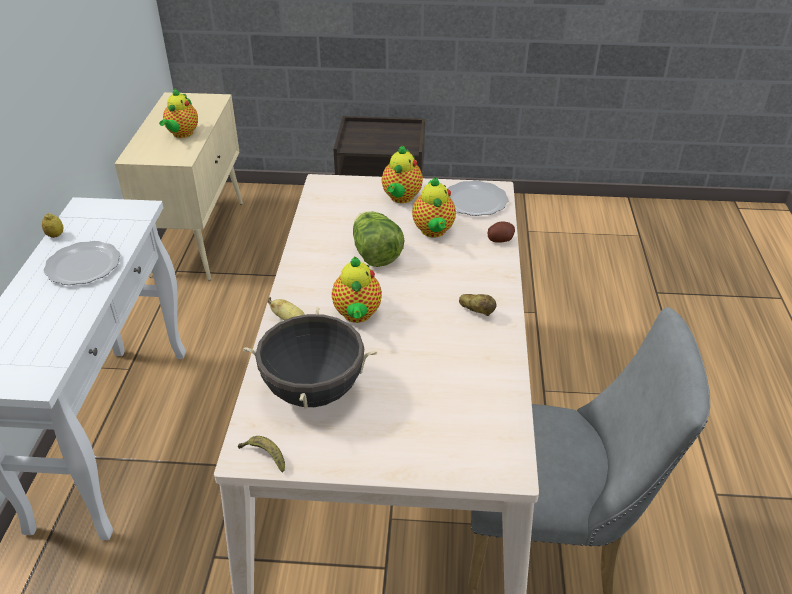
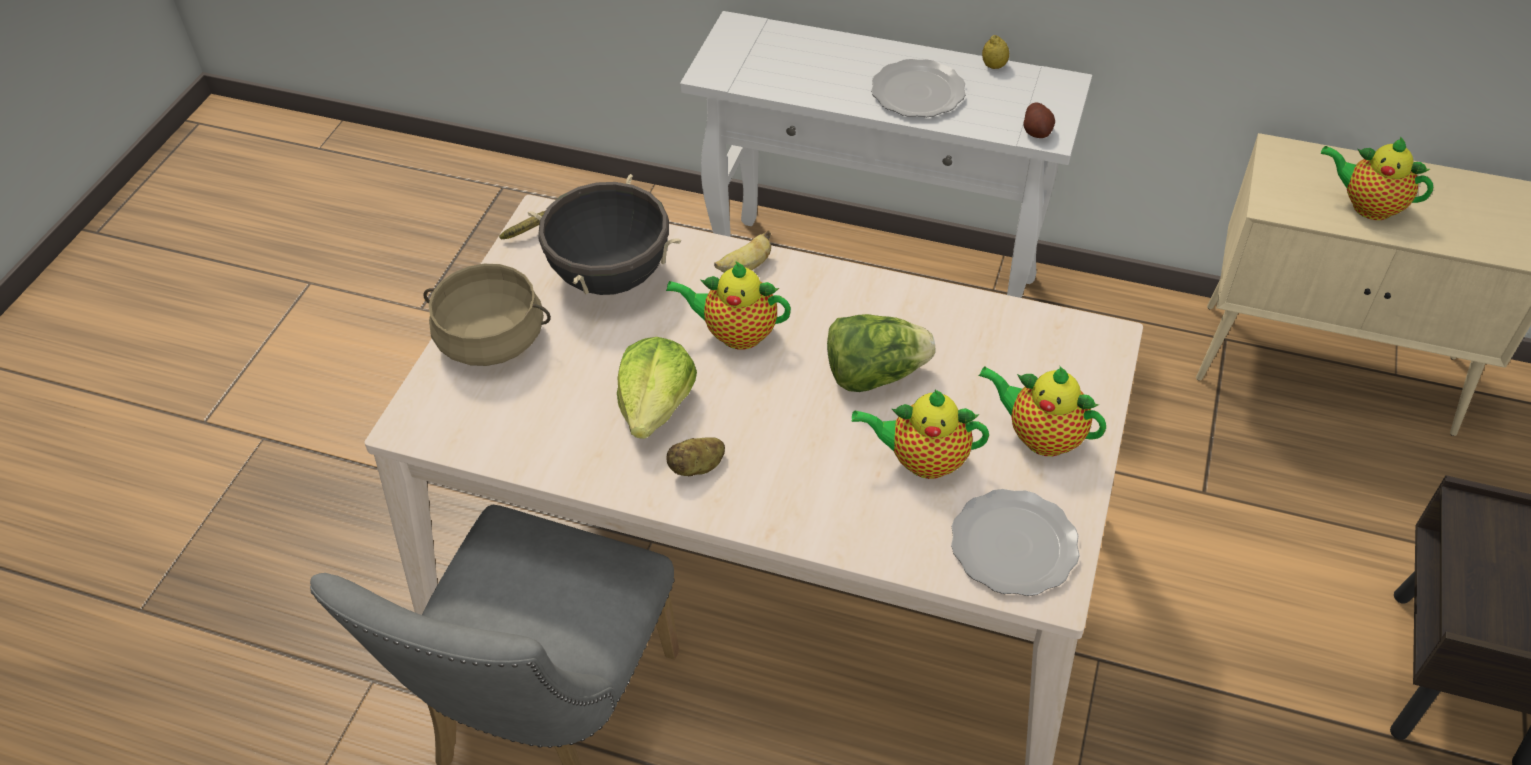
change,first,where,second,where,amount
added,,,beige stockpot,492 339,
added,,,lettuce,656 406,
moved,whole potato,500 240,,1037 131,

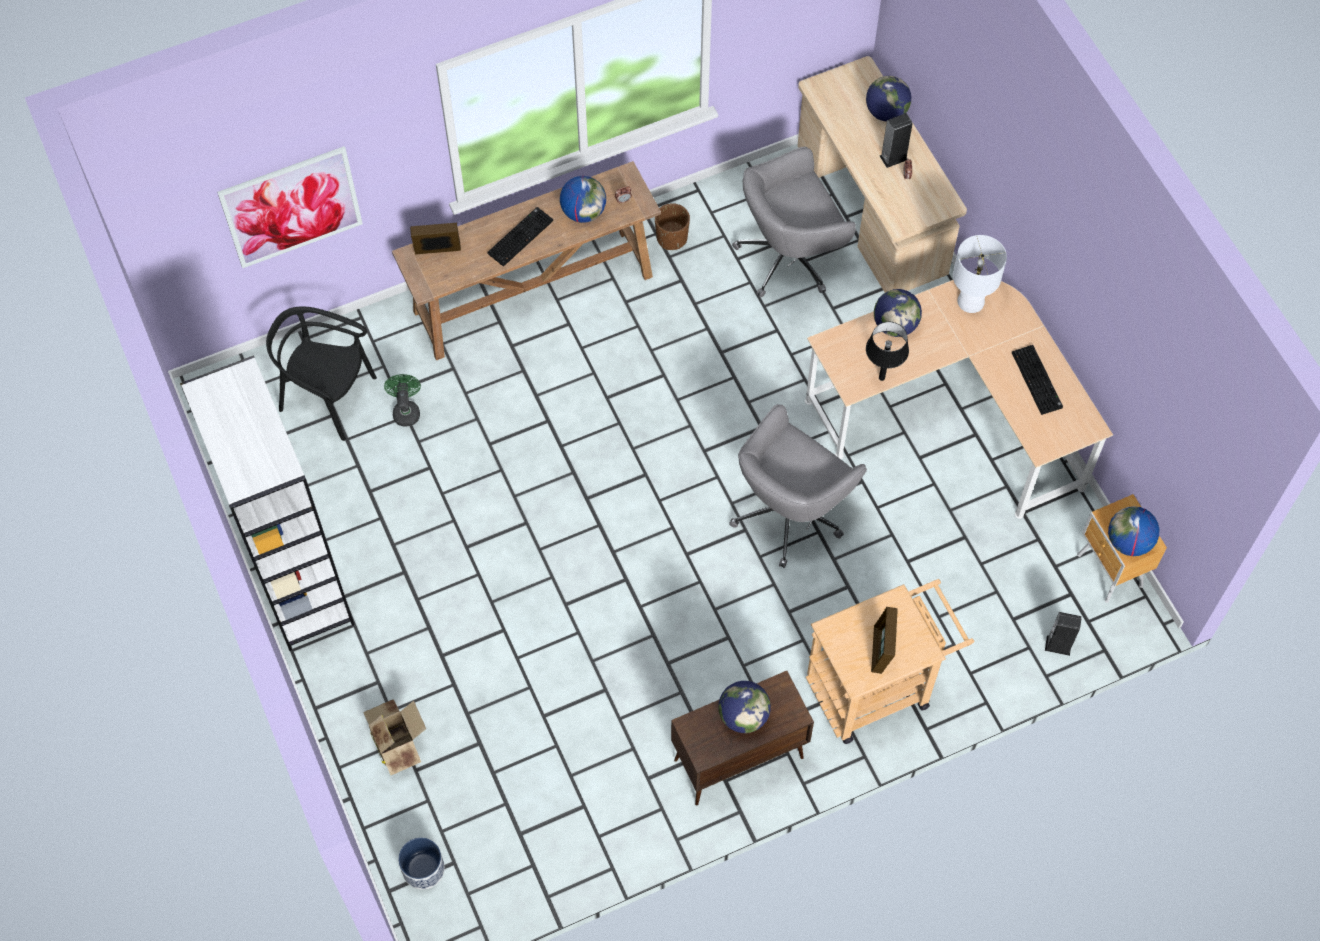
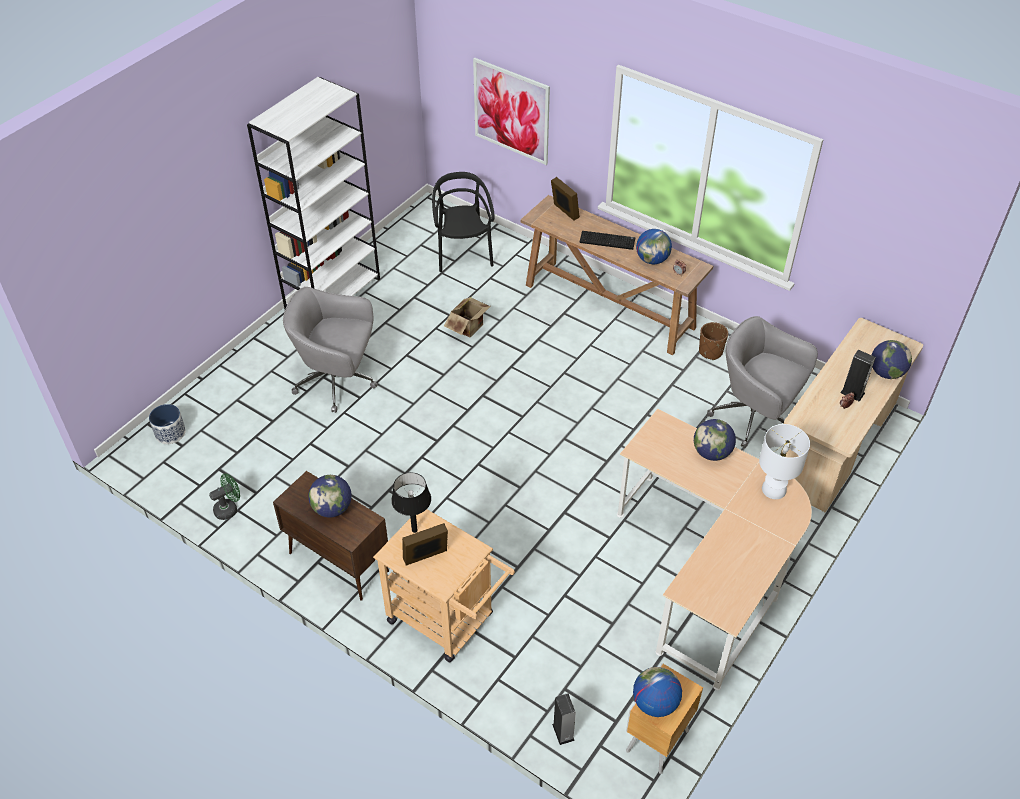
change,first,where,second,where,amount
moved,greenish cooling fan,406 410,,229 508,
moved,gray office chair,790 512,,338 381,
moved,black-coloured lamp for a table,882 378,,414 530,
moved,packing box,397 742,,470 328,
removed,computer keyboard,1038 380,,,

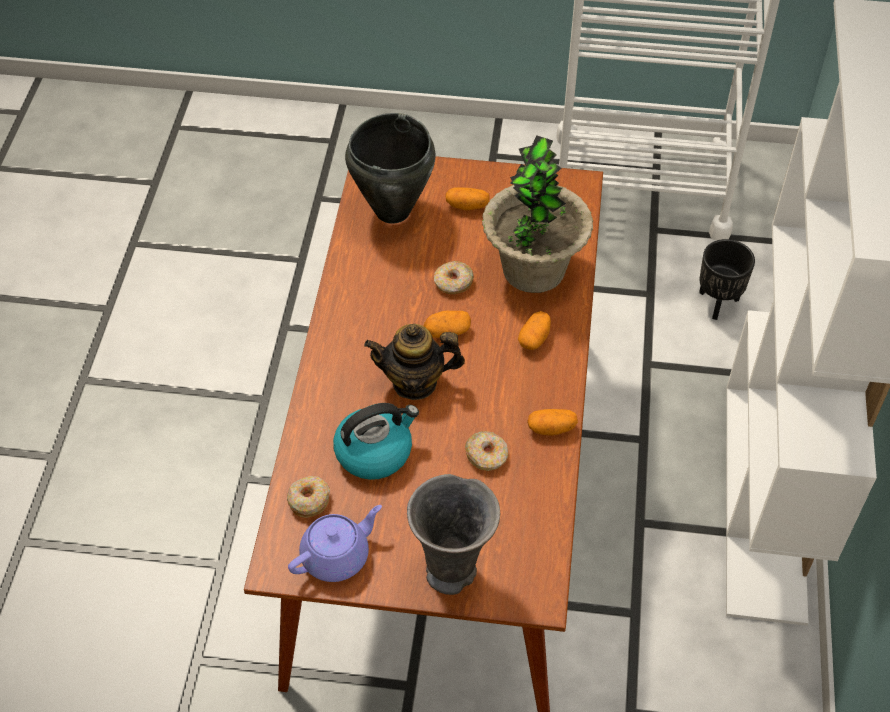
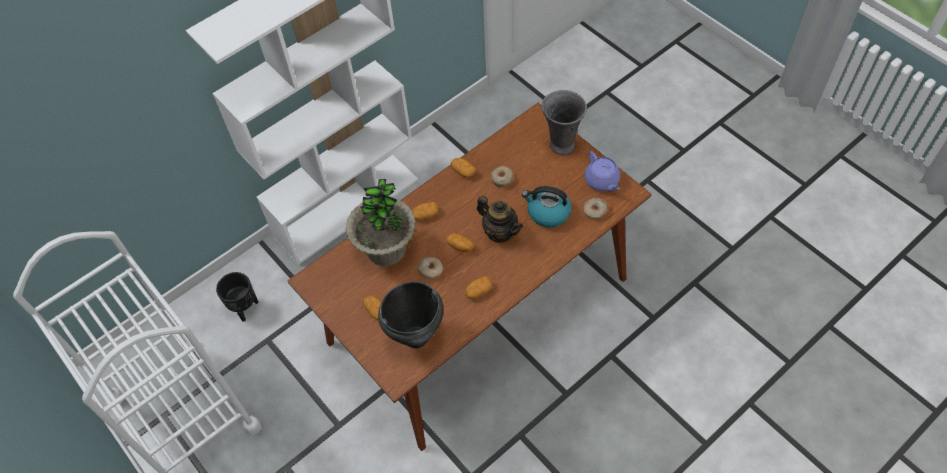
change,first,where,second,where,amount
added,,,whole potato,478 291,
turned,purplish pot for tea,337 556,,602 181,120 degrees counterclockwise

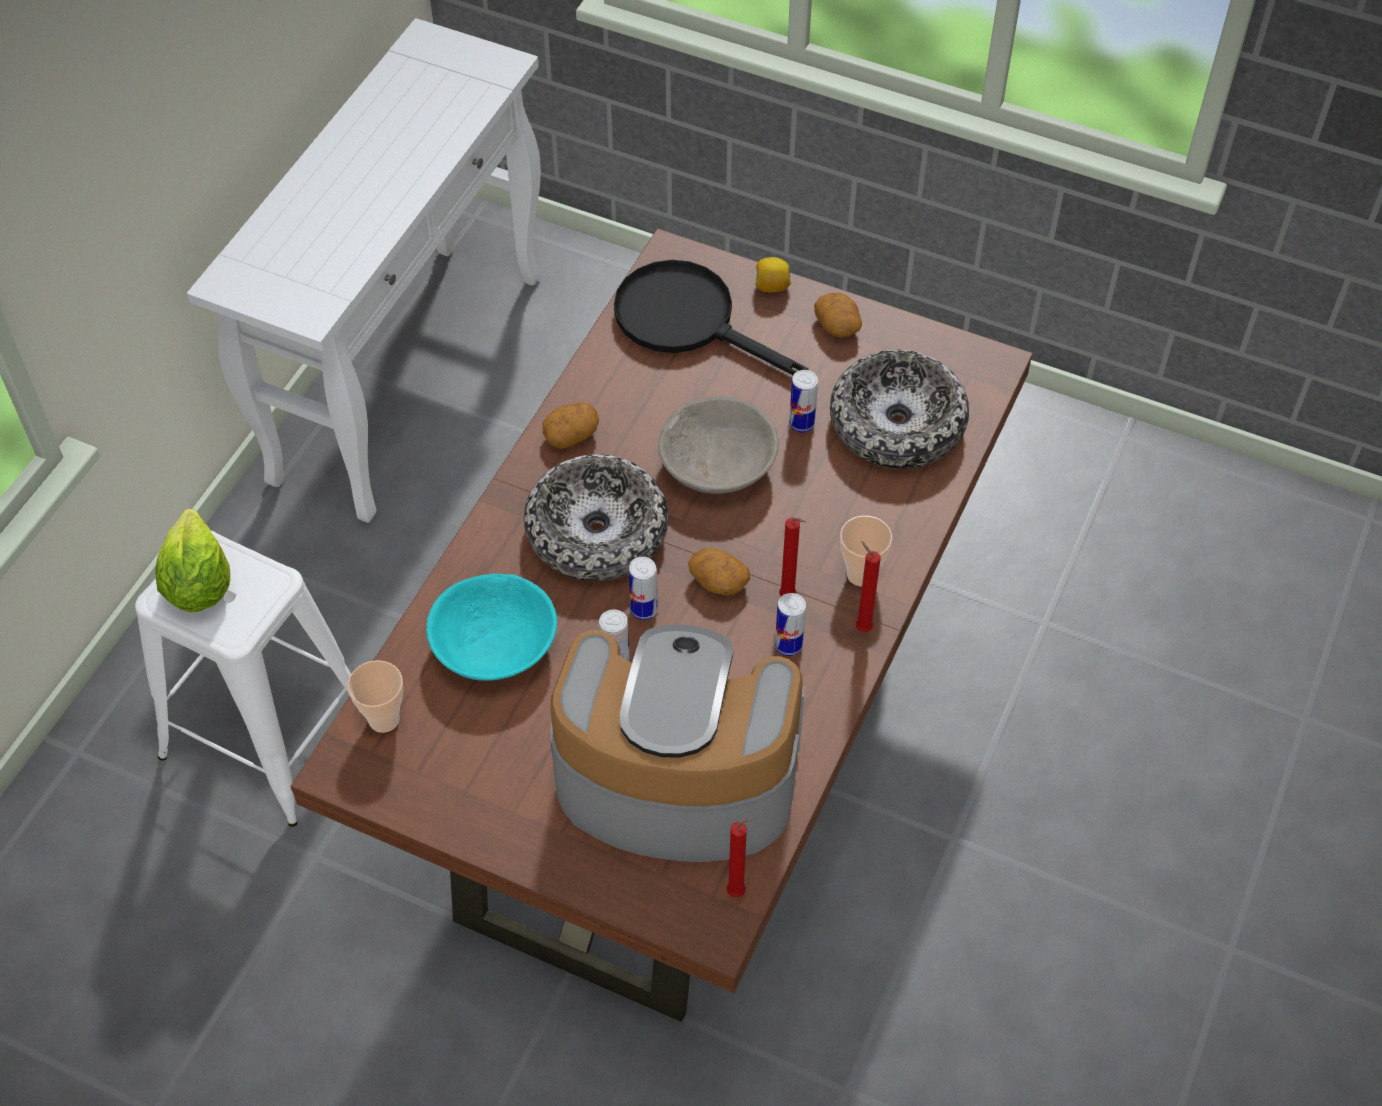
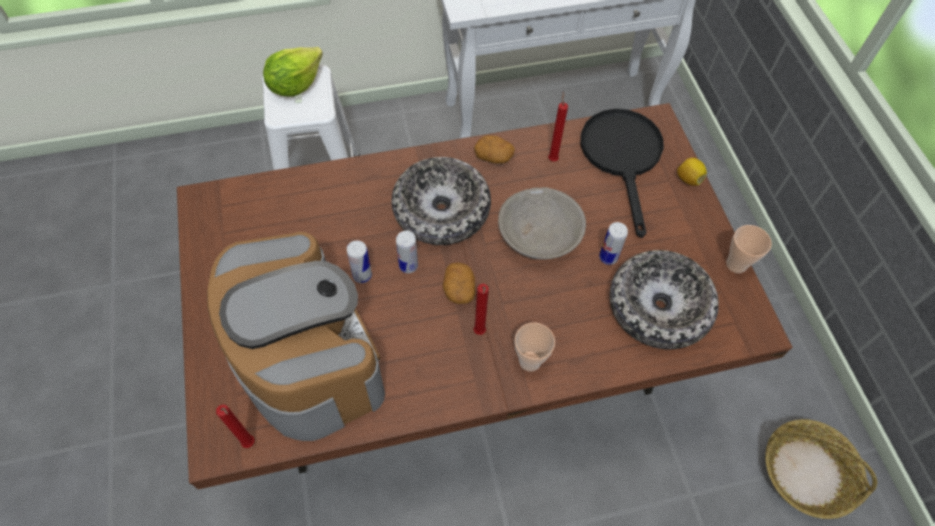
change,first,where,second,where,amount
moved,reddish wax candle,861 627,,552 158,
moved,small cup,384 719,,736 264,
added,,,storage basket,807 472,
removed,turquoise-coloured serving bowl,494 645,,,
removed,metal can,788 645,,,
removed,whole potato,838 326,,,

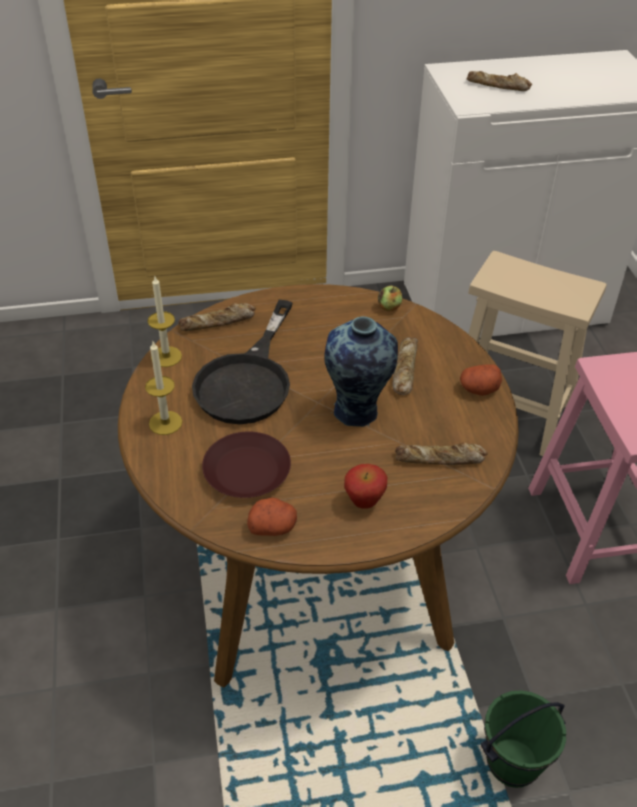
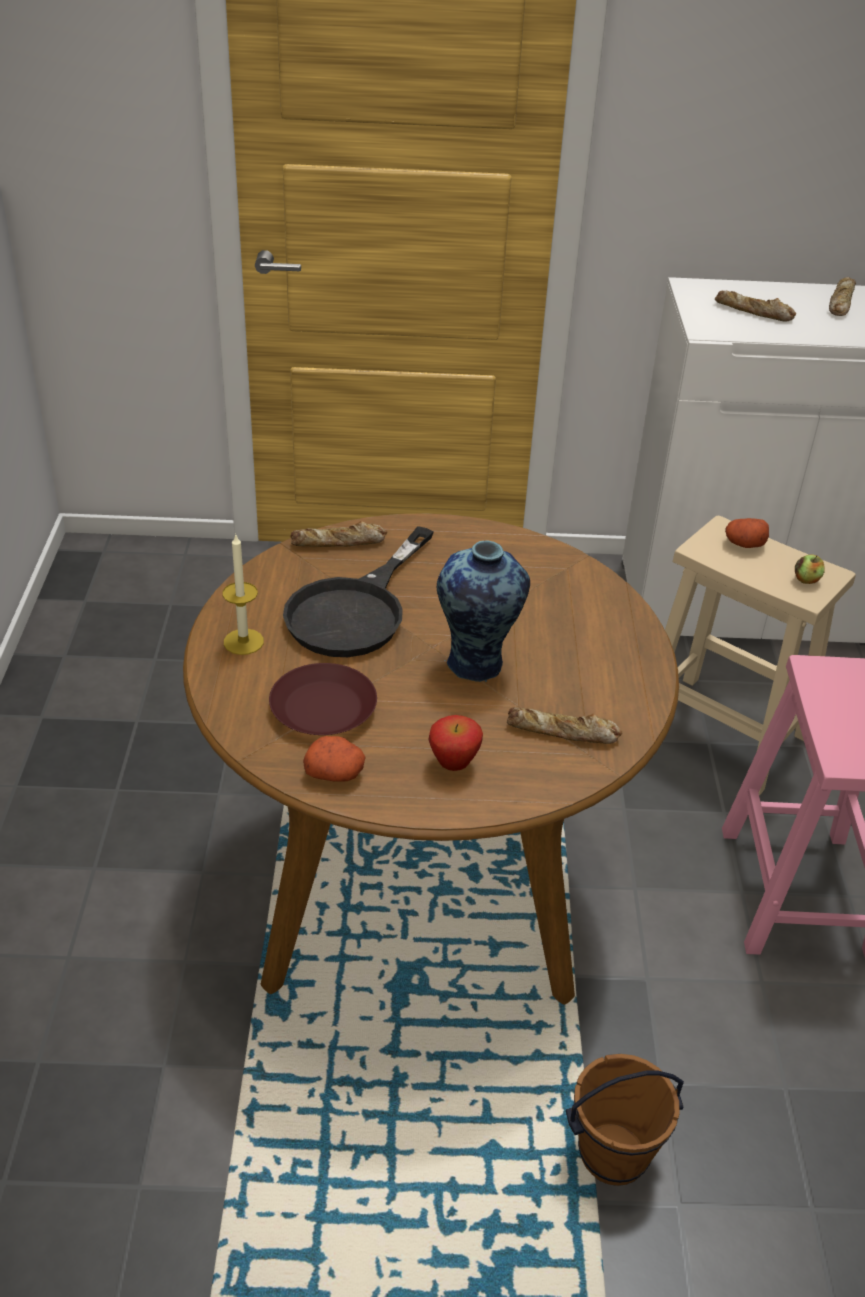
change,first,where,second,where,amount
recoloured,greenish bucket,513 763,brown-coloured bucket,613 1155,
moved,whole potato,479 389,,744 544,
moved,apple fruit,389 307,,806 580,
moved,bread,404 369,,840 302,
removed,wax candle,166 356,,,

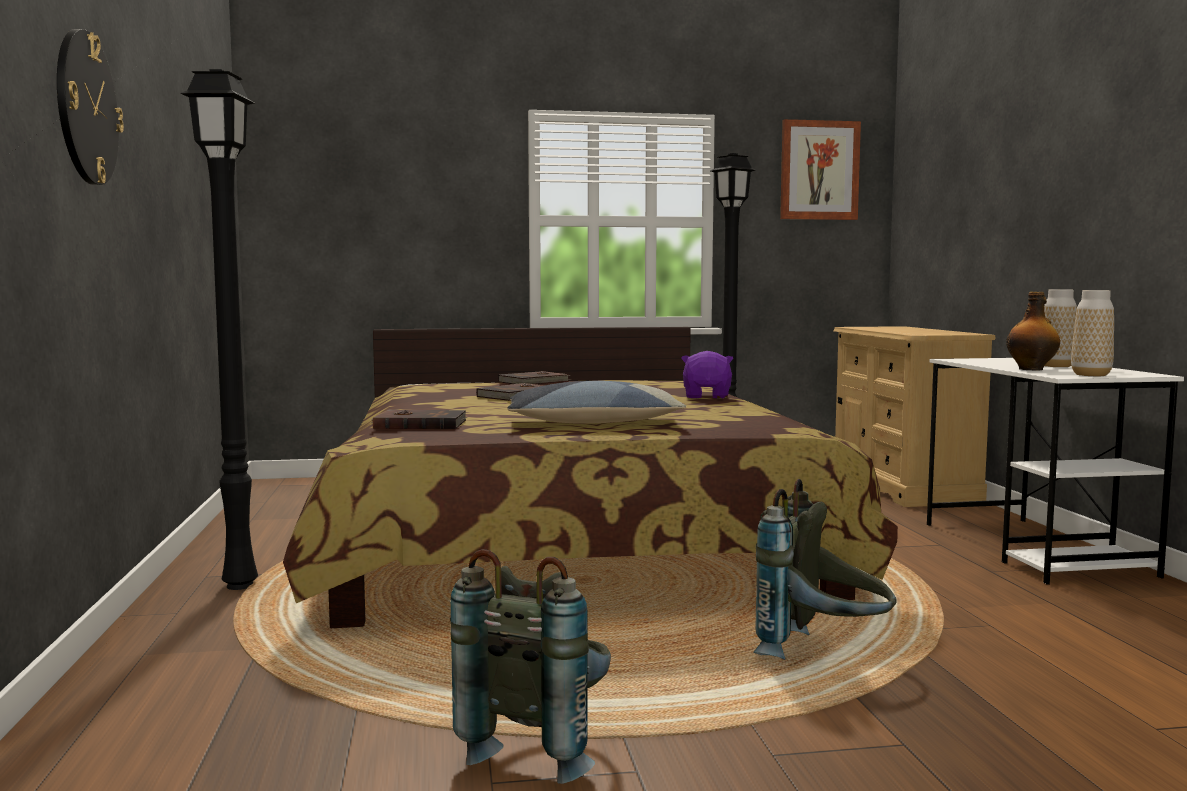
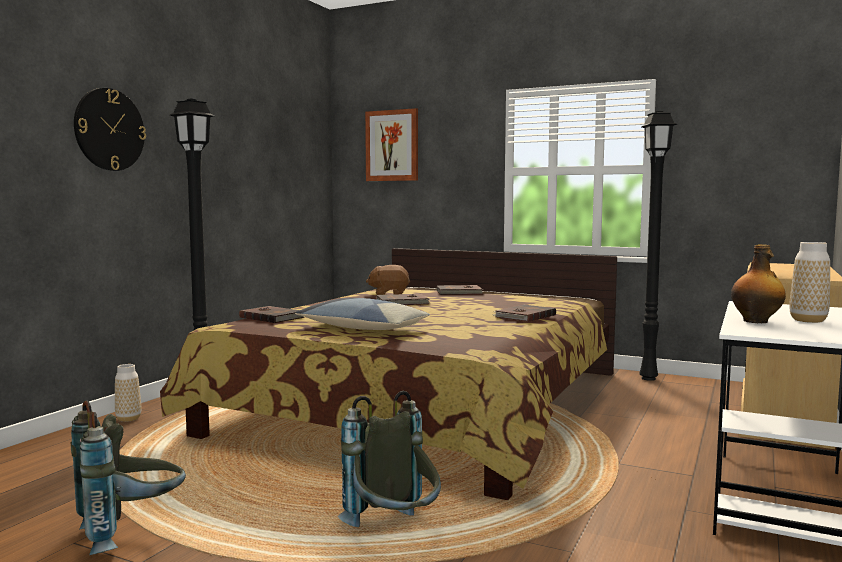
change,first,where,second,where,amount
moved,flower vase,1091 375,,128 419,
moved,wall picture,819 170,,392 145,
added,,,brown-coloured soft toy,389 294,
replaced,purplish soft toy,707 396,brown-coloured bound book,524 316,

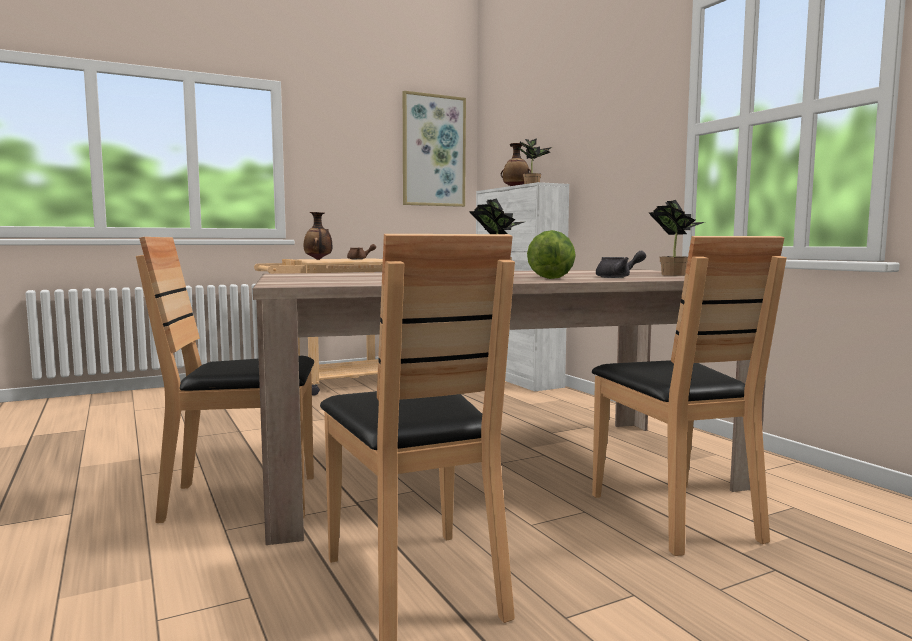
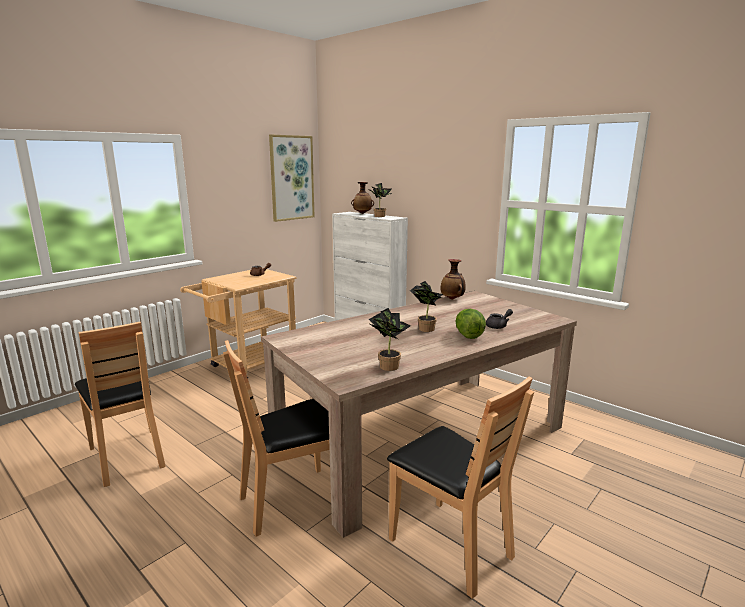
change,first,where,second,where,amount
moved,brown-coloured upright chair,675 516,,128 456,
moved,houseplant,672 274,,388 365,
moved,flower vase,318 259,,452 299,

